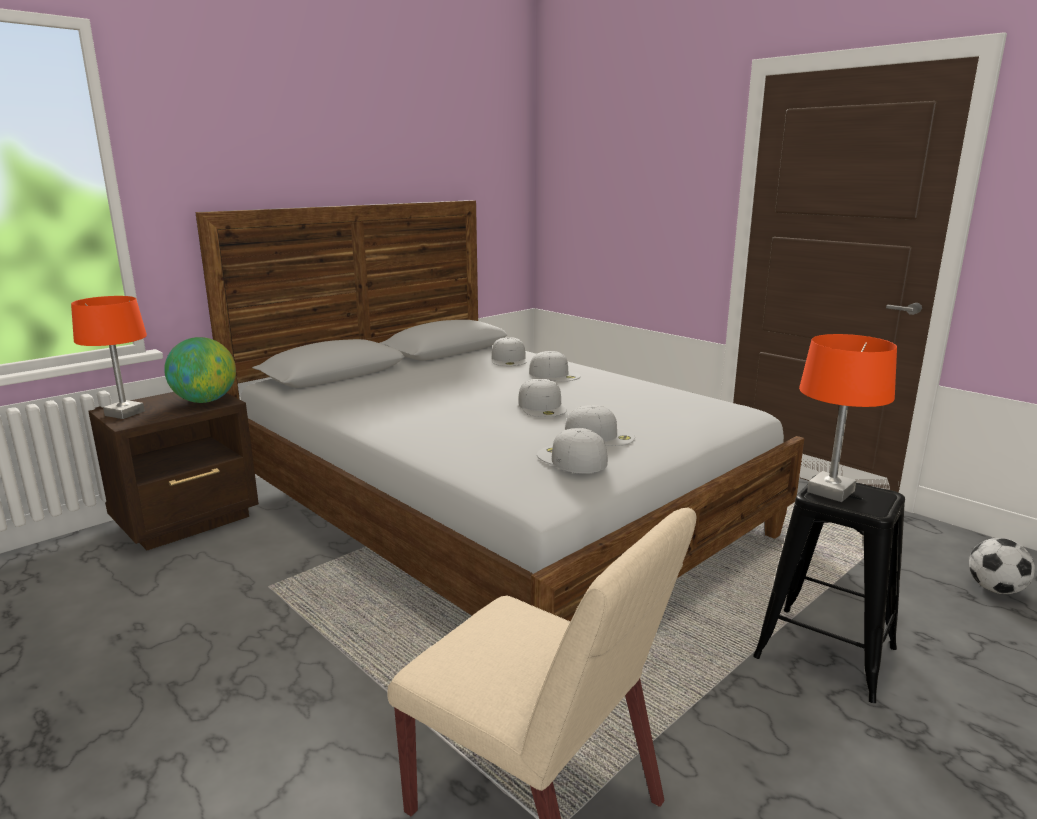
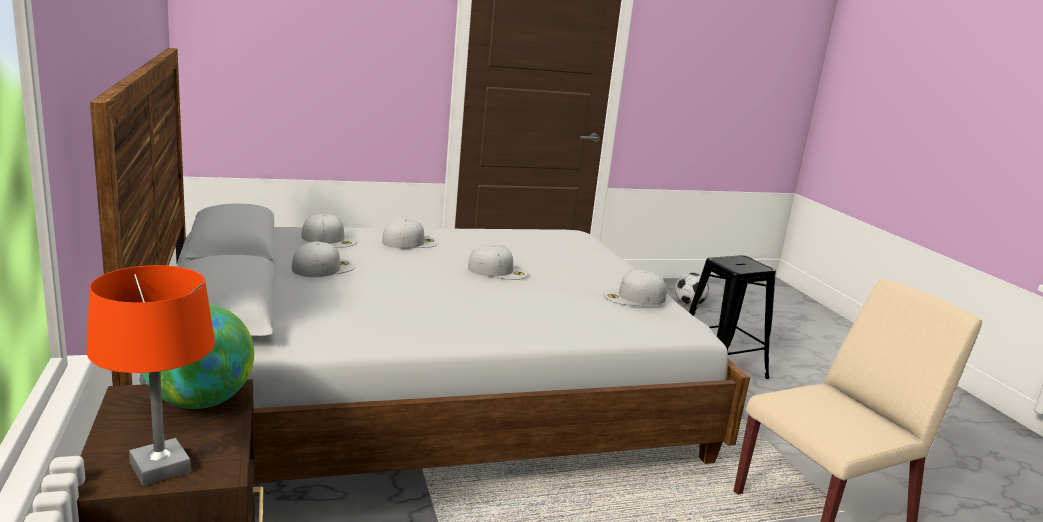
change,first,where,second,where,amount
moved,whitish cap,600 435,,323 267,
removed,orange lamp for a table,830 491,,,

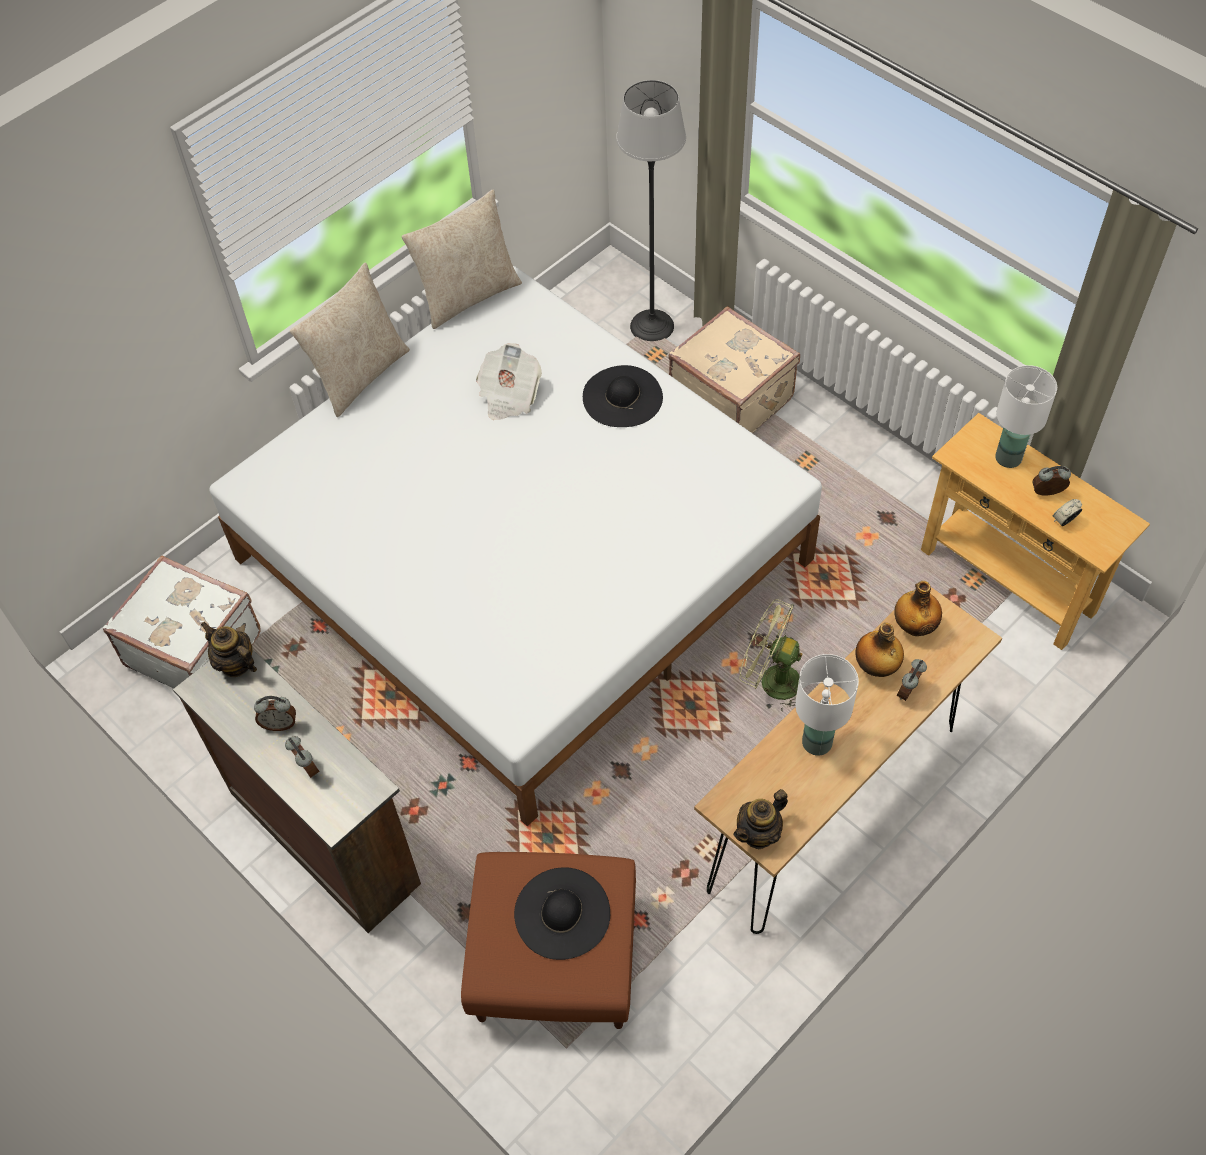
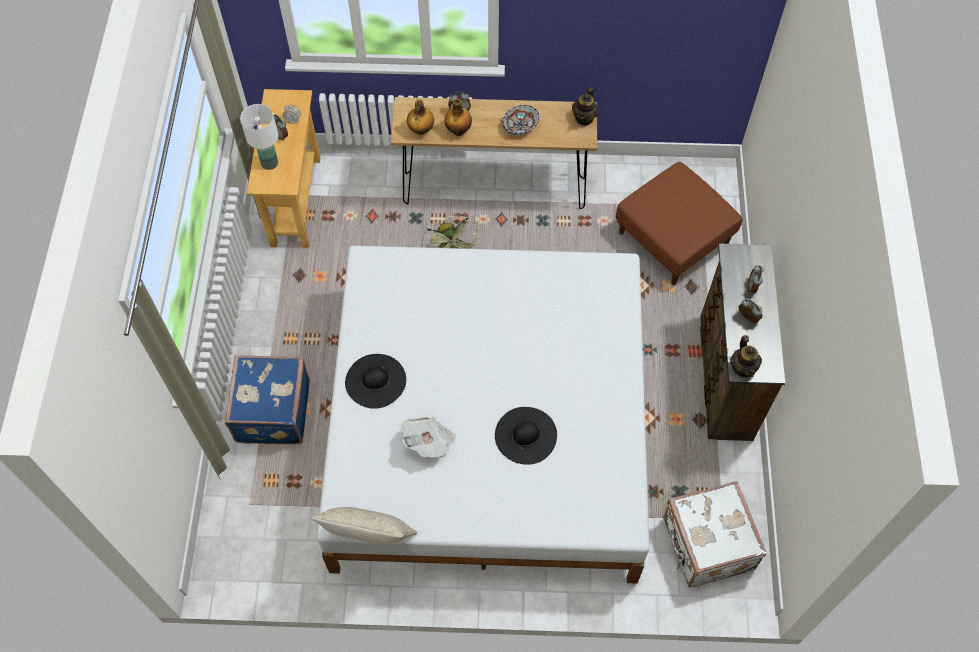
change,first,where,second,where,amount
recoloured,beige piece of luggage,732 397,bluish piece of luggage,271 412,
moved,black-coloured hat,562 913,,525 435,
replaced,whitish lamp for a table,817 743,serving bowl,520 126,
turned,pot for tea,759 833,,584 118,105 degrees clockwise
removed,beige throw pillow,360 375,,,
removed,standing lamp,652 326,,,

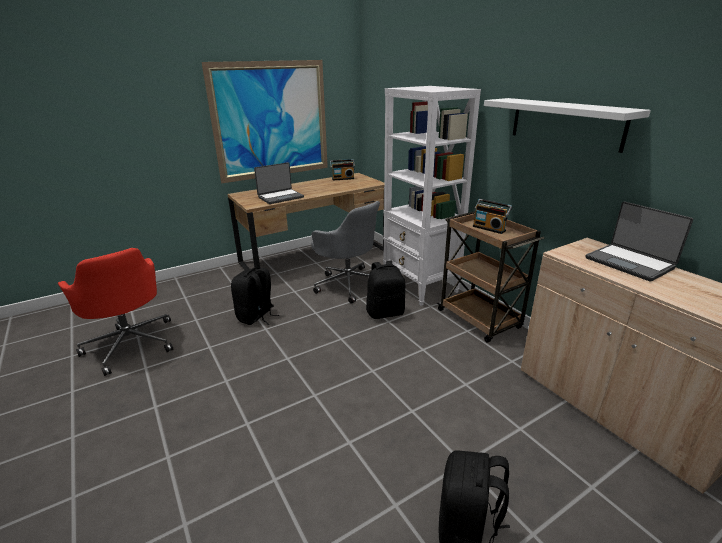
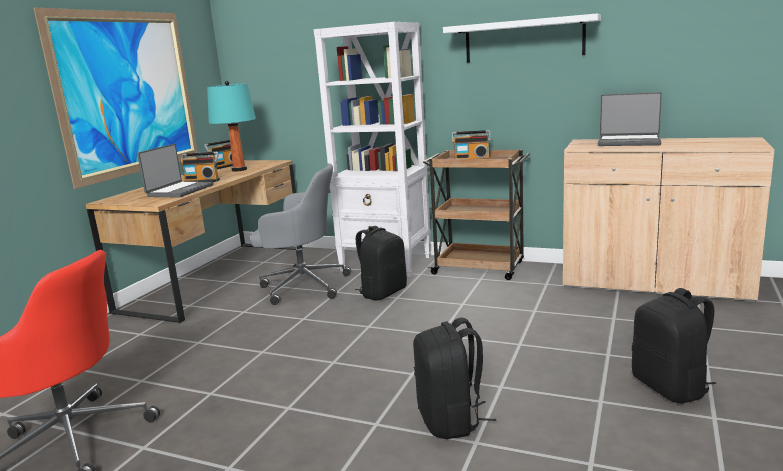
change,first,where,second,where,amount
added,,,radio receiver,202 181,
added,,,turquoise-coloured lamp for a table,239 170,
moved,black-coloured knapsack,256 316,,451 421,

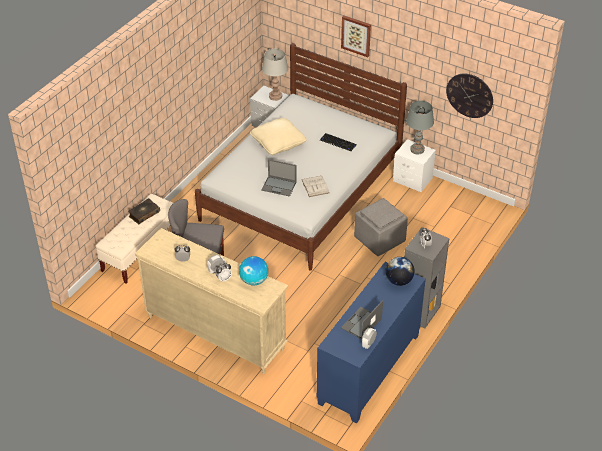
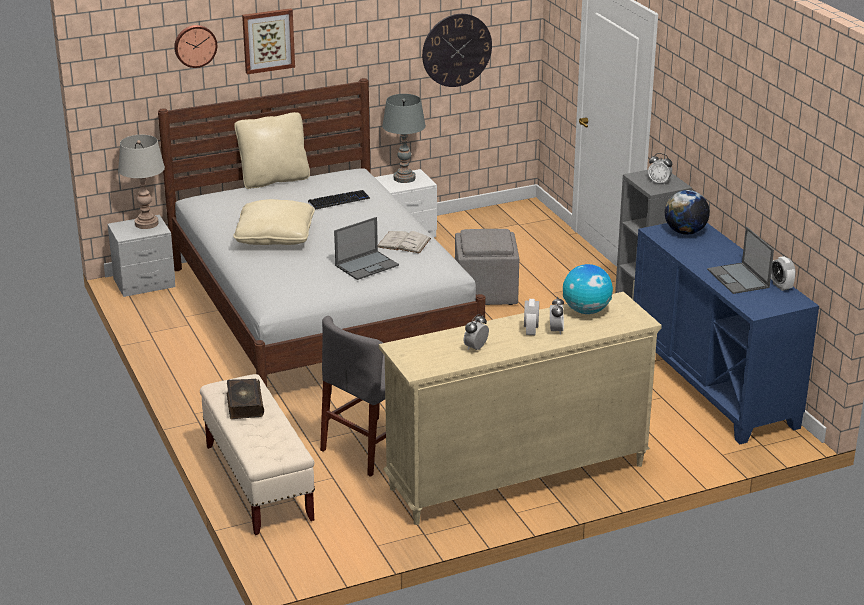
change,first,where,second,where,amount
added,,,hanging clock,195 45,
added,,,beige throw pillow,274 180,

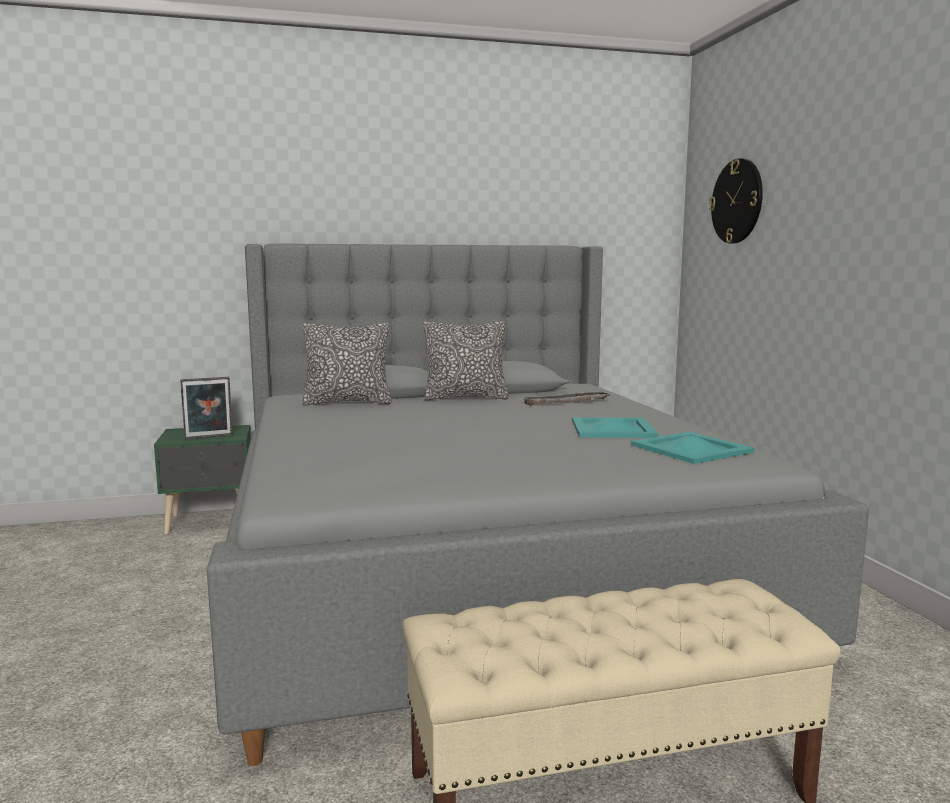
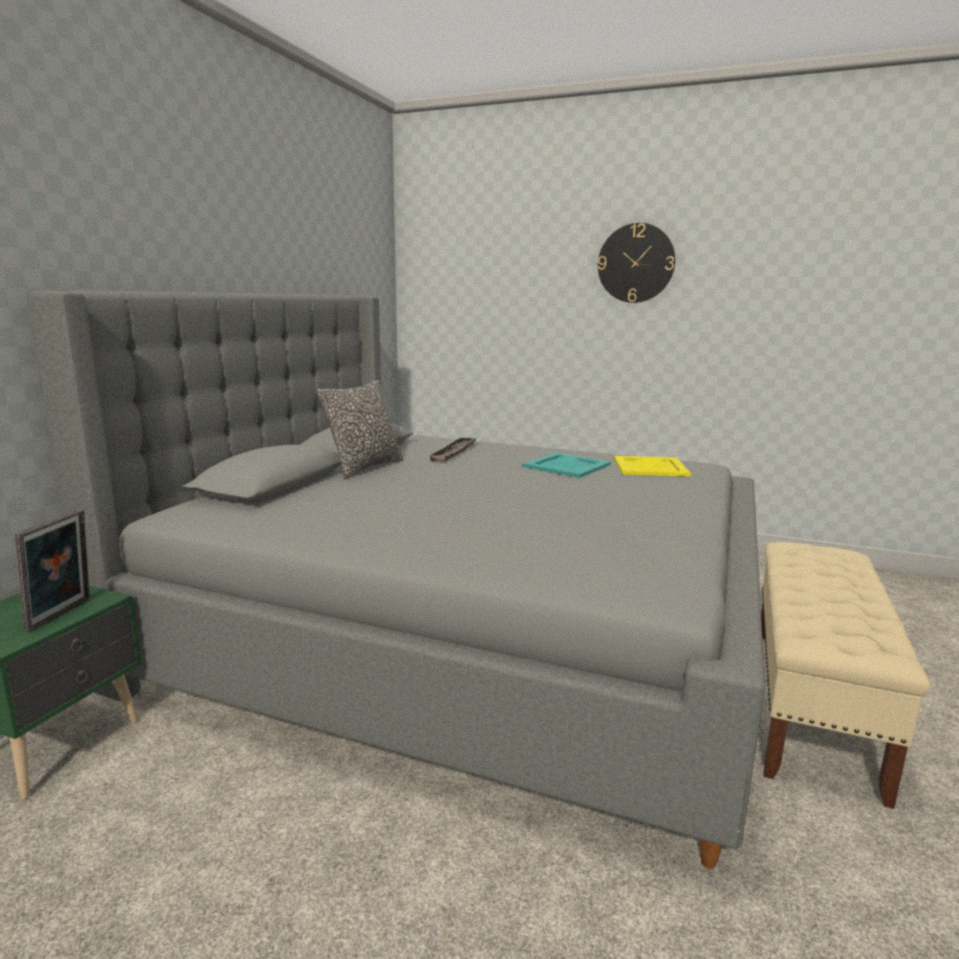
change,first,where,second,where,amount
moved,hanging clock,737 201,,636 263,
recoloured,turquoise-coloured serving tray,691 448,yellow serving tray,649 467,
removed,throw pillow,348 402,,,

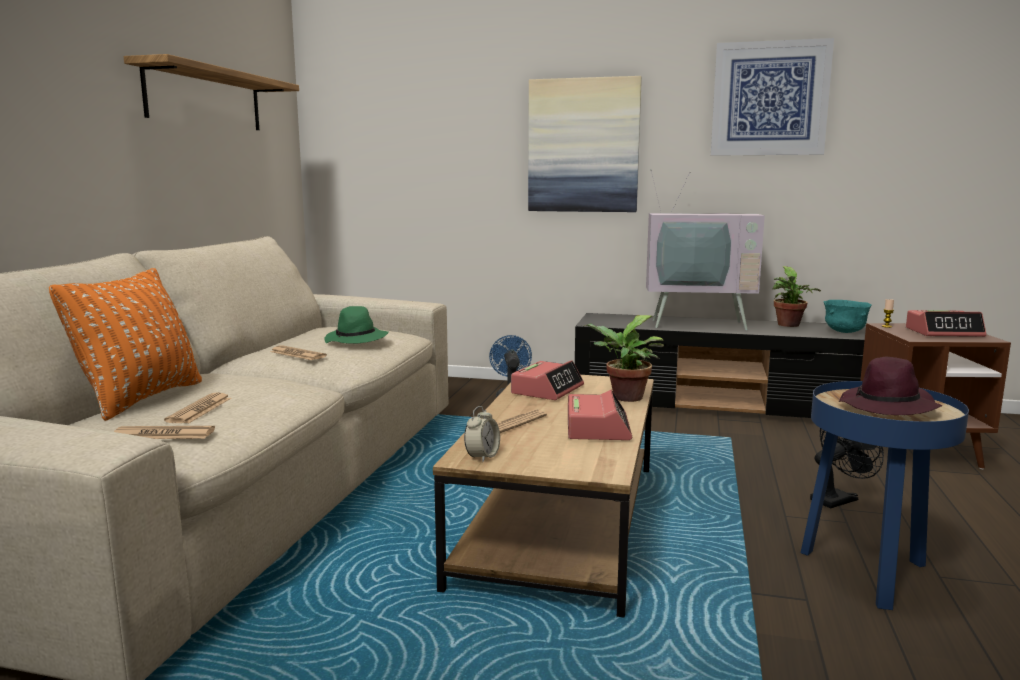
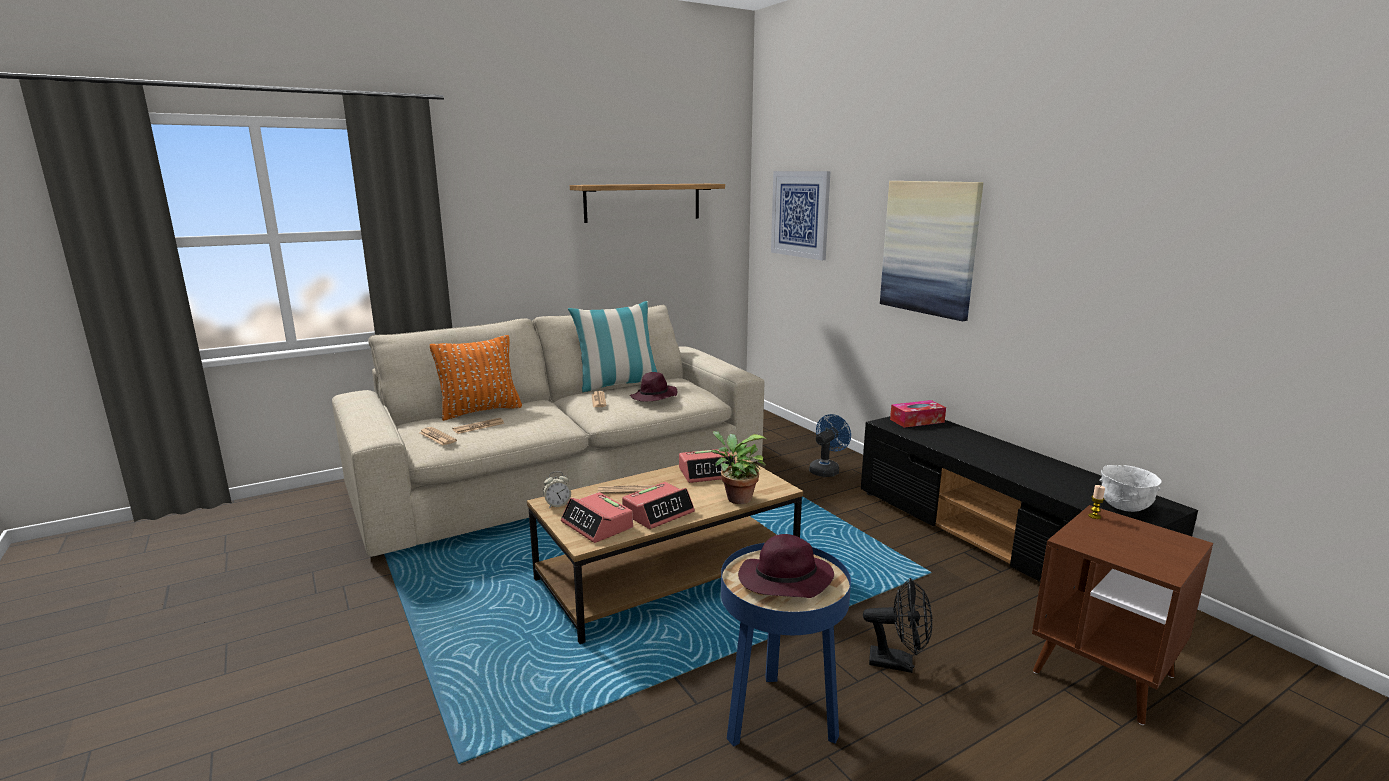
change,first,where,second,where,amount
moved,table clock,944 332,,597 525,
added,,,throw pillow,618 385,
recoloured,greenish hat,357 340,purplish hat,654 397,
moved,wall picture,769 99,,800 214,
added,,,tissue holder,917 421,
recoloured,turquoise-coloured serving bowl,844 332,whitish serving bowl,1124 507,
removed,TV,698 323,,,
removed,houseplant,789 325,,,

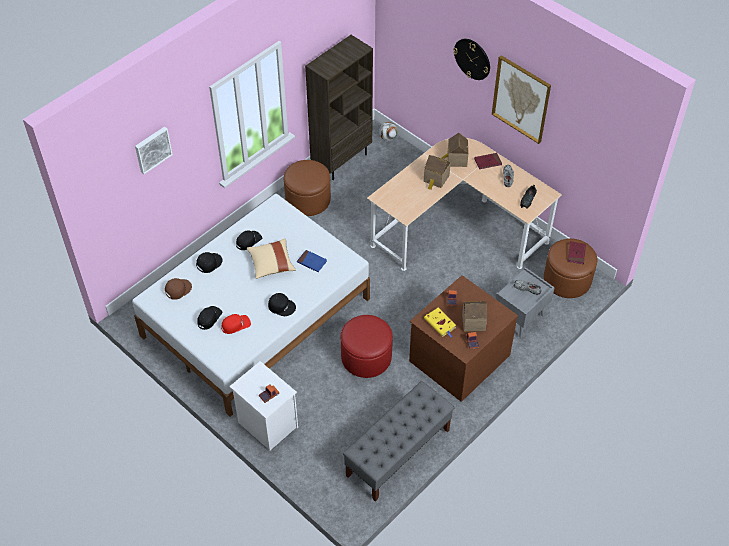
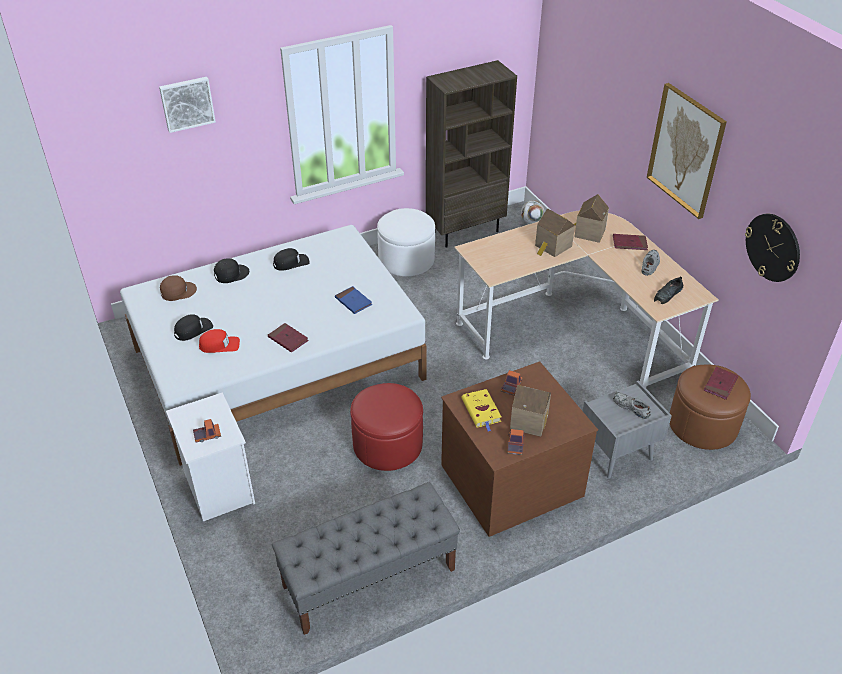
change,first,where,second,where,amount
replaced,black-coloured cap,282 306,reddish bound book,288 339,
recoloured,brown-coloured footrest,308 199,whitish footrest,406 259,
moved,hanging clock,472 58,,773 247,
removed,beige throw pillow,271 264,,,

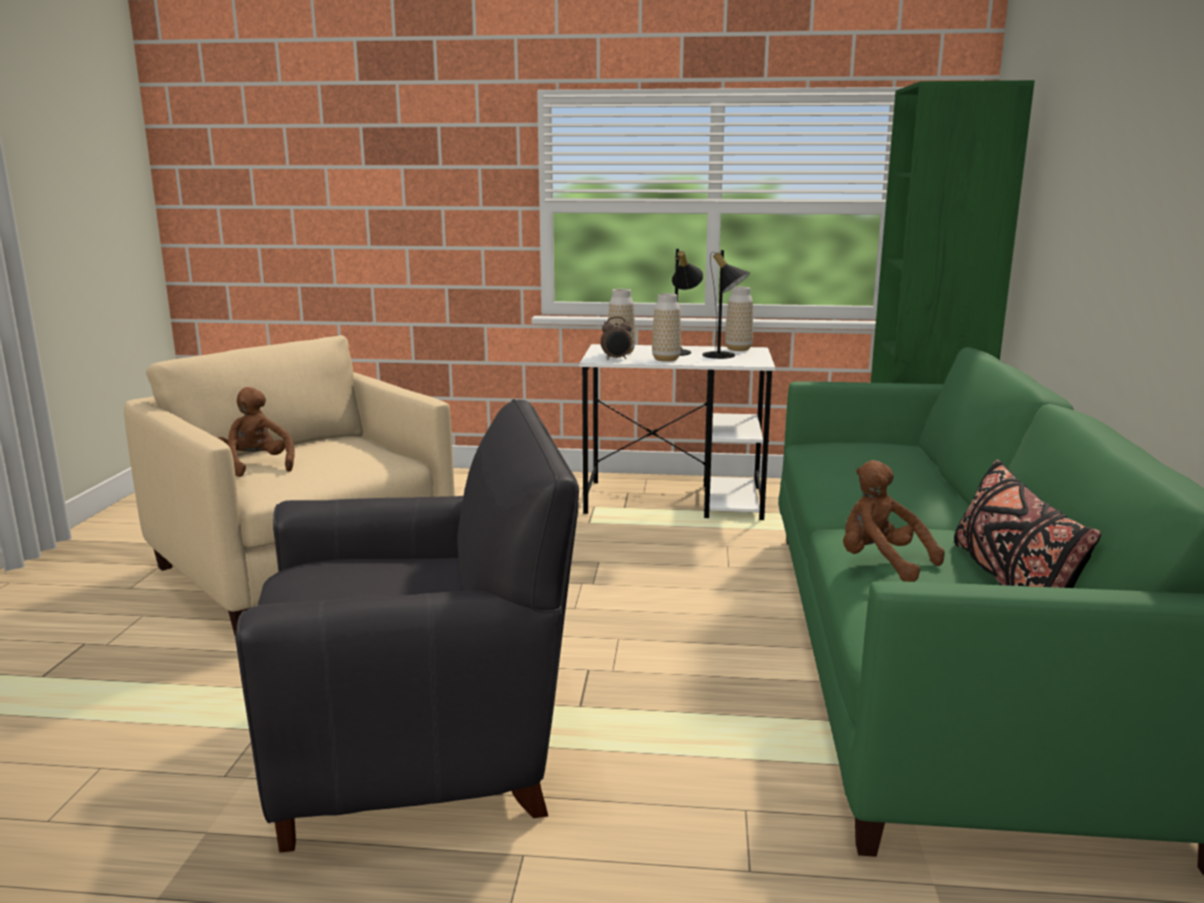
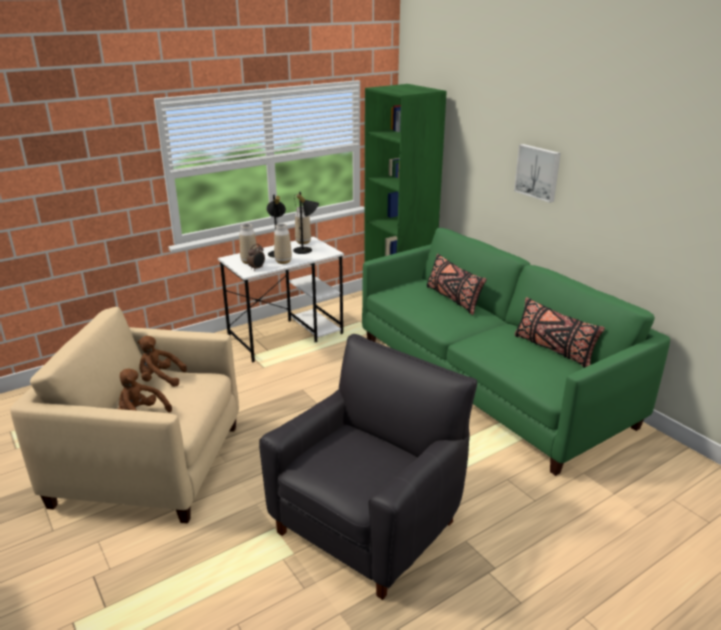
change,first,where,second,where,amount
moved,brown-coloured soft toy,881 563,,160 379,
added,,,black-coloured throw pillow,453 299,
added,,,wall picture,538 172,

